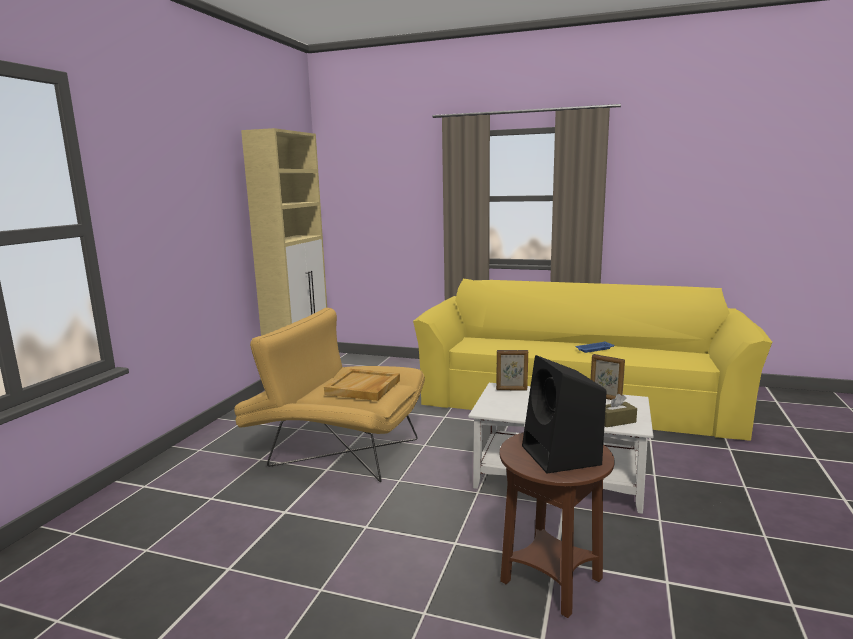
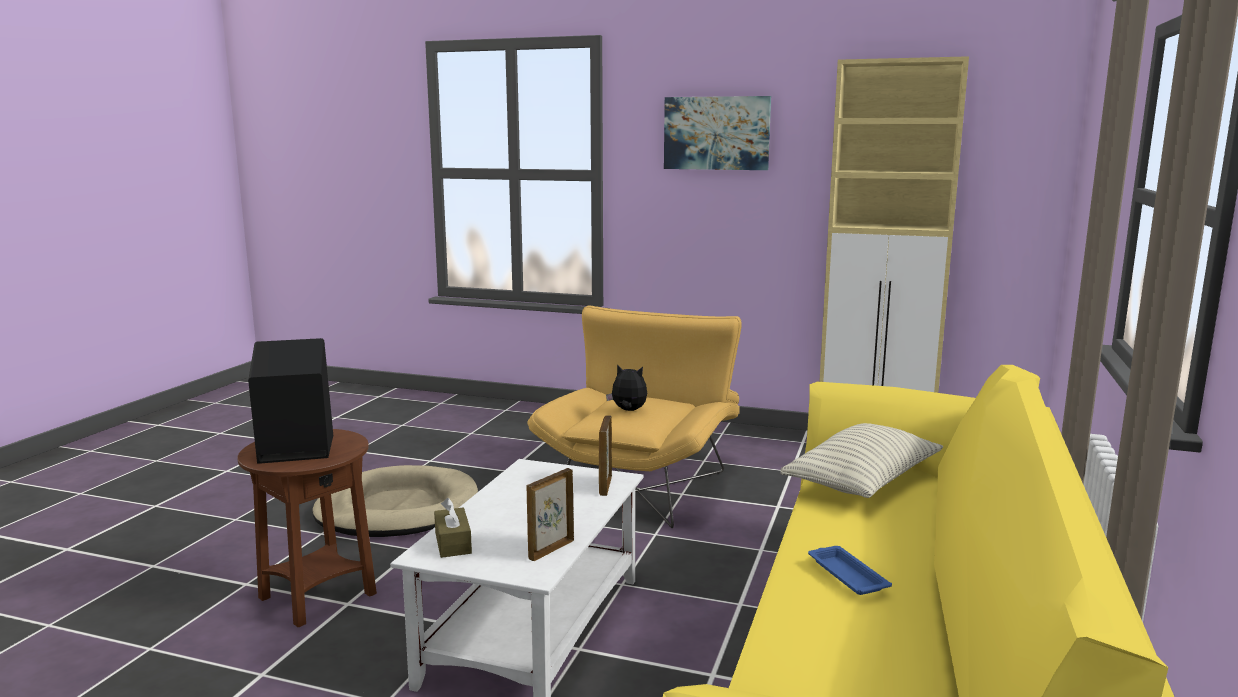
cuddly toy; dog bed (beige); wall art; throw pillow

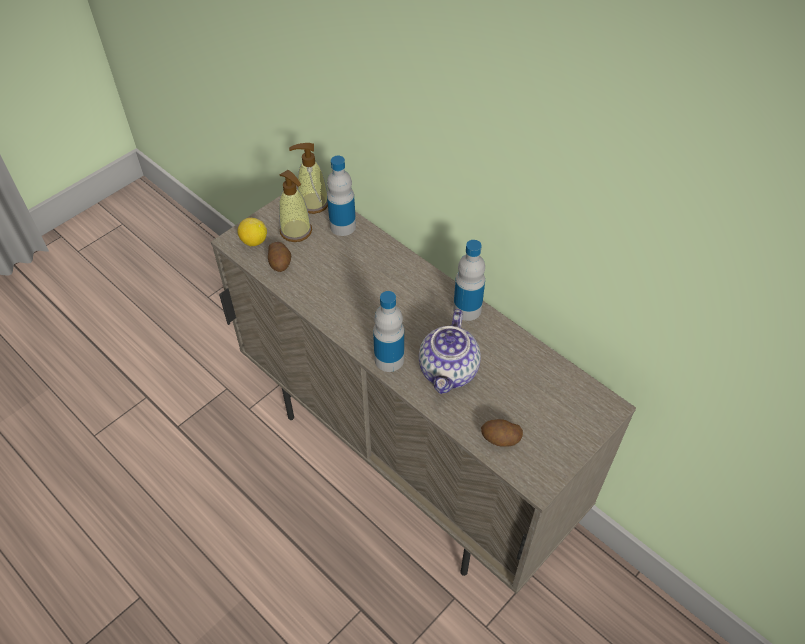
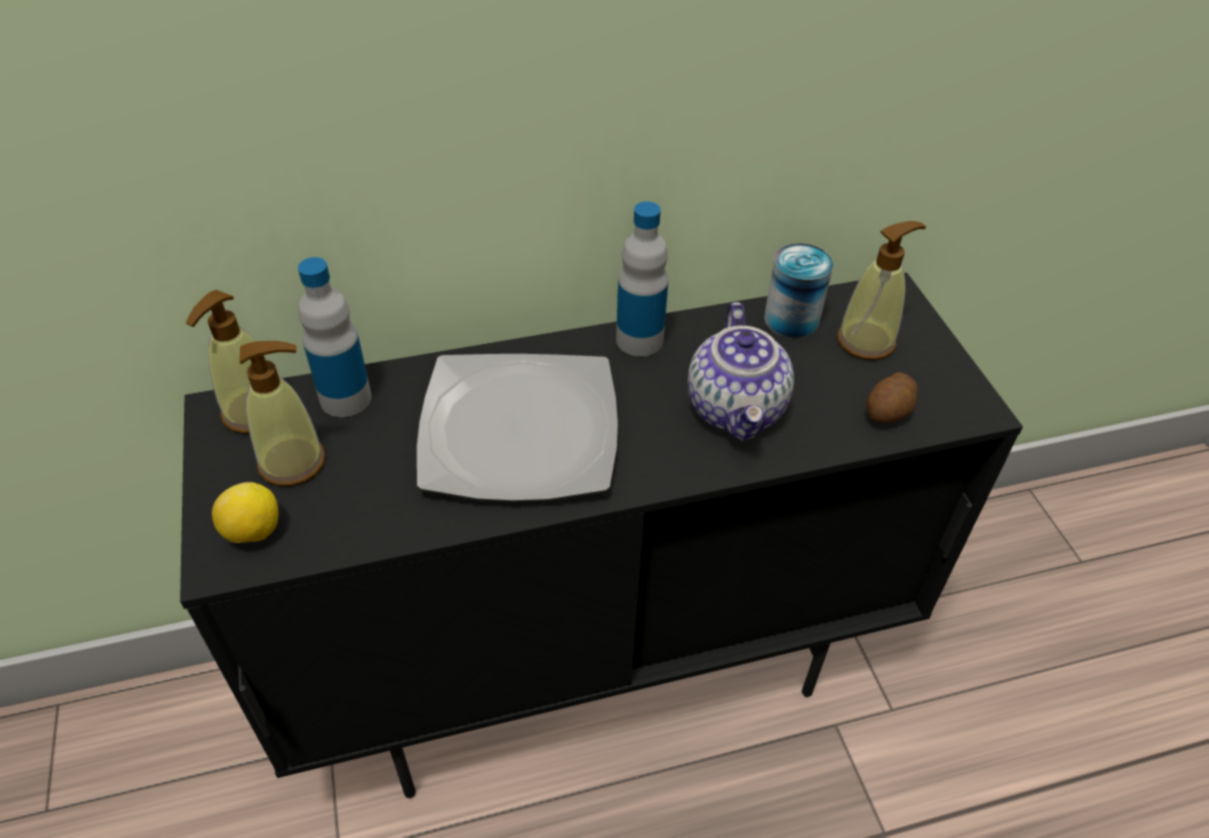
cabinet (black); potato (no. 1 from left in the first image); bottle (no. 2 from left in the first image); teapot; flat dish; metal can; liquid soap bottle (no. 3 from left)

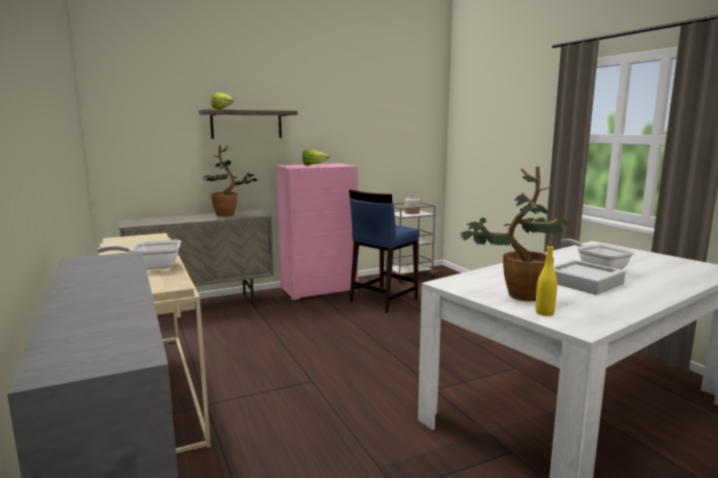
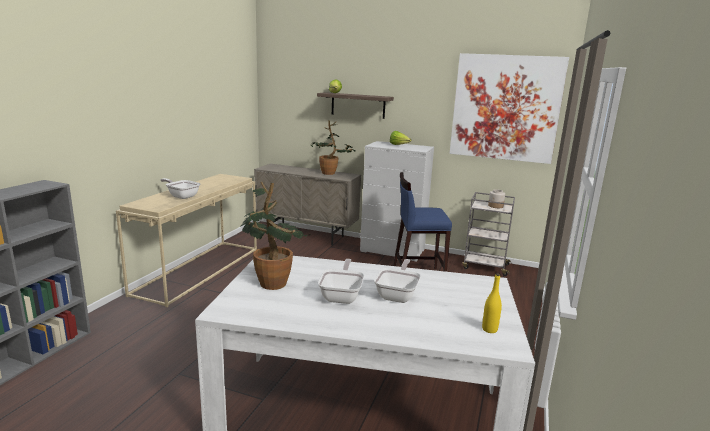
drawer chest (white); bottle (yellow-coloured); frying pan (no. 2 from left); wall art

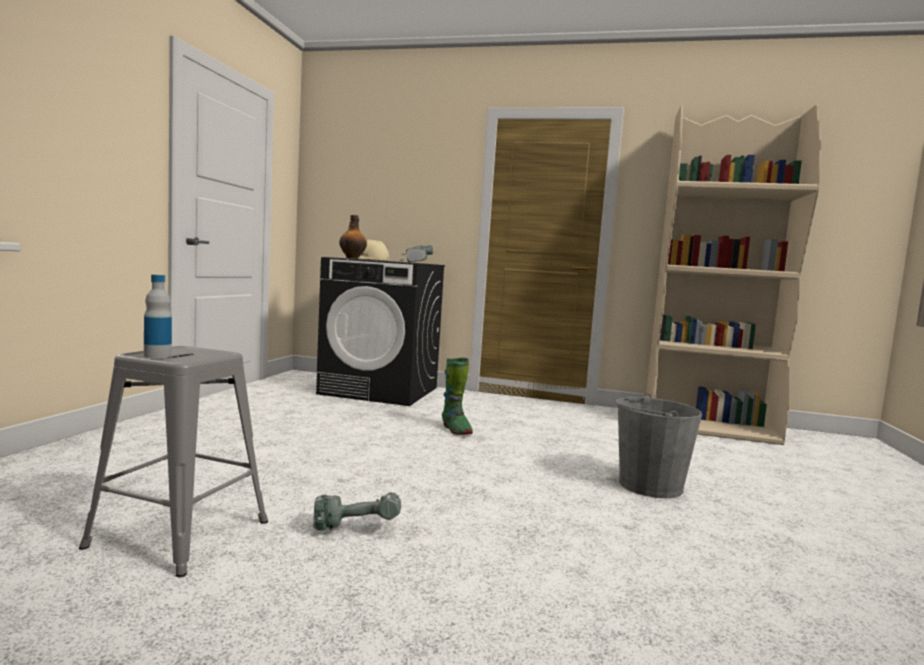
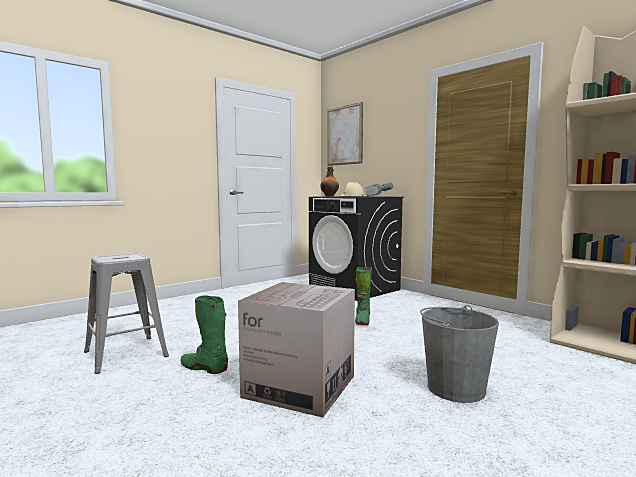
bottle (no. 1 from left in the first image); boot (green-coloured) (no. 1 from left); carton; wall art

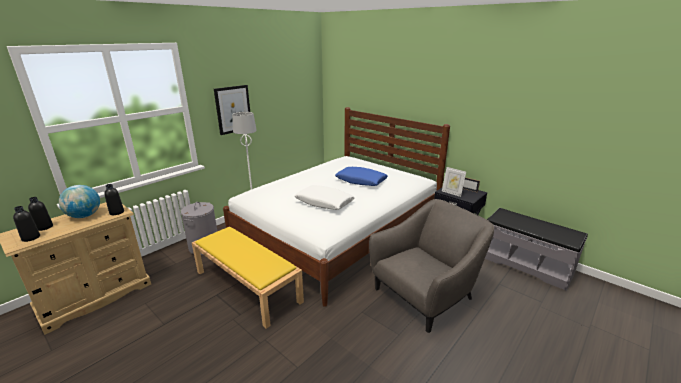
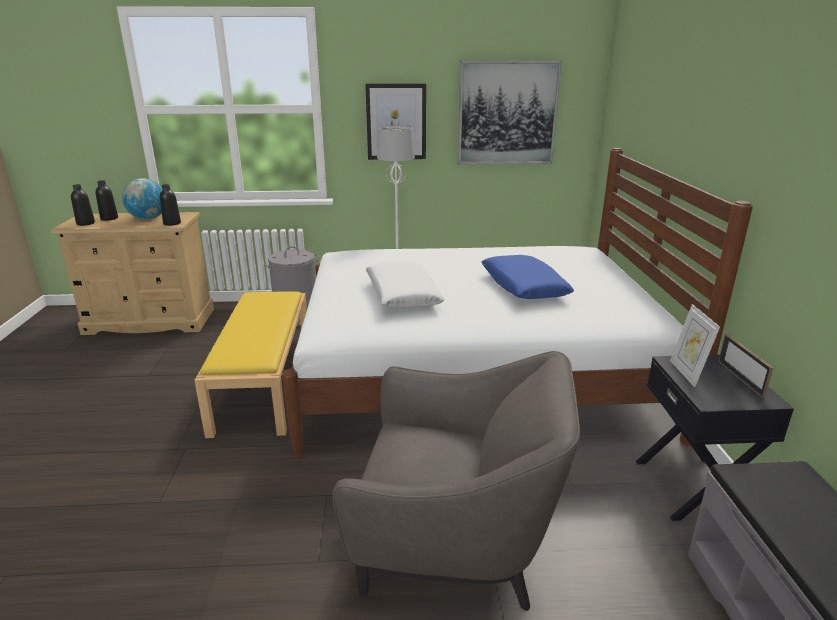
wall art (no. 2 from left)

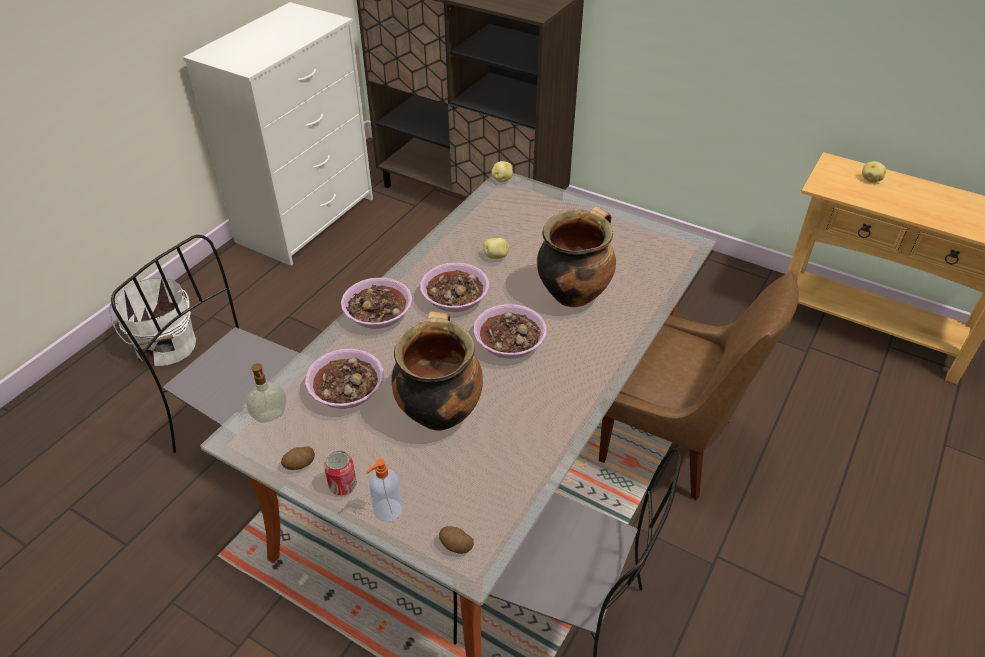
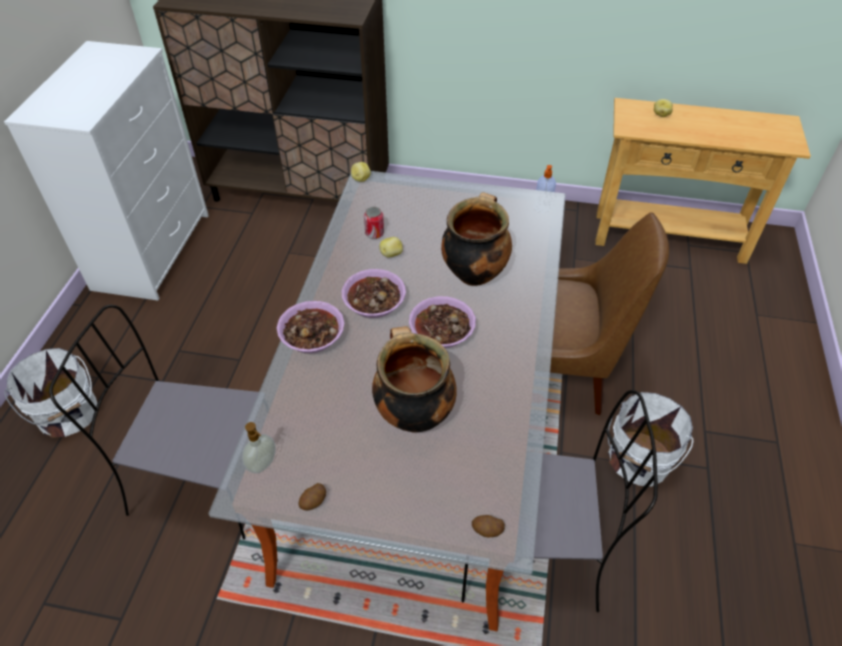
serving bowl (no. 1 from left in the first image); metal can; liquid soap bottle (no. 2 from left); bucket (white) (no. 2 from left)

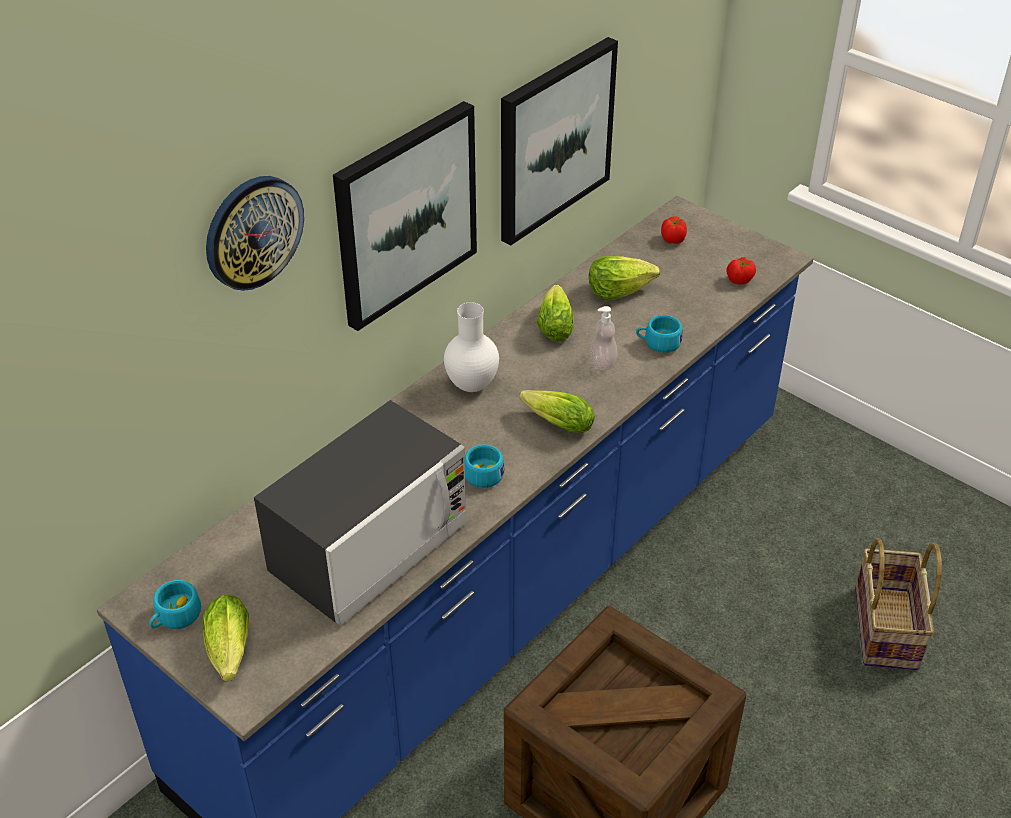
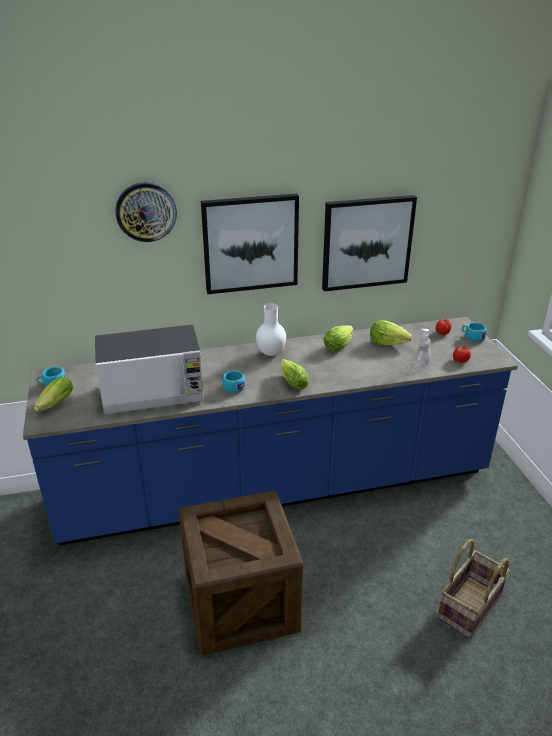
liquid soap bottle; small cup (turquoise) (no. 3 from left)

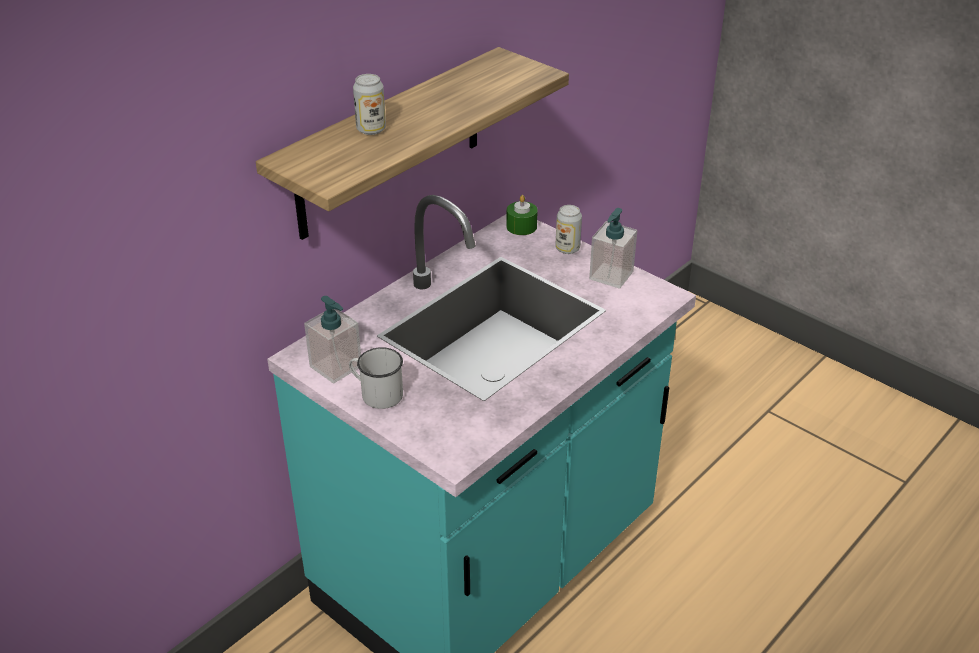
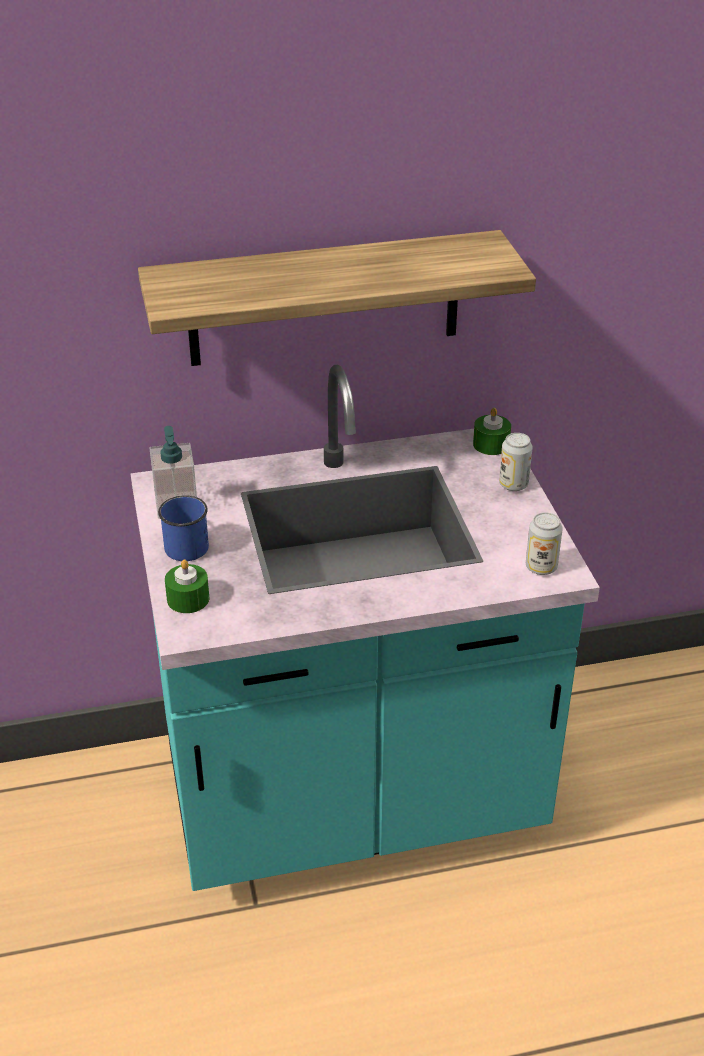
mug (blue-coloured); metal can (no. 2 from left); liquid soap bottle (no. 2 from left in the first image); wax light (green-coloured) (no. 1 from left)

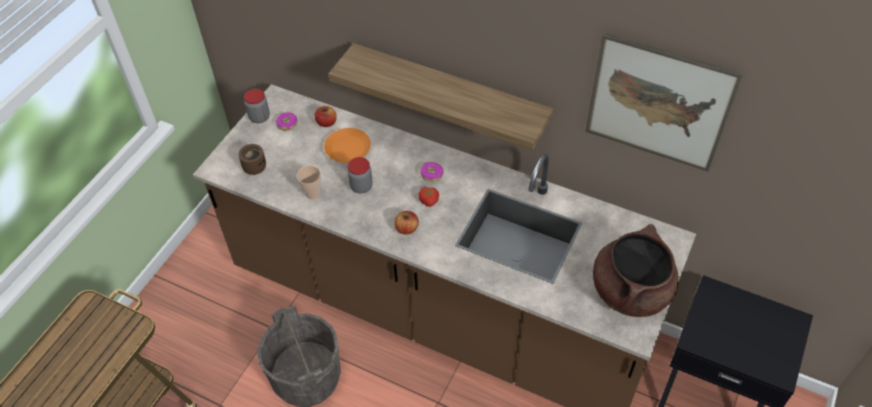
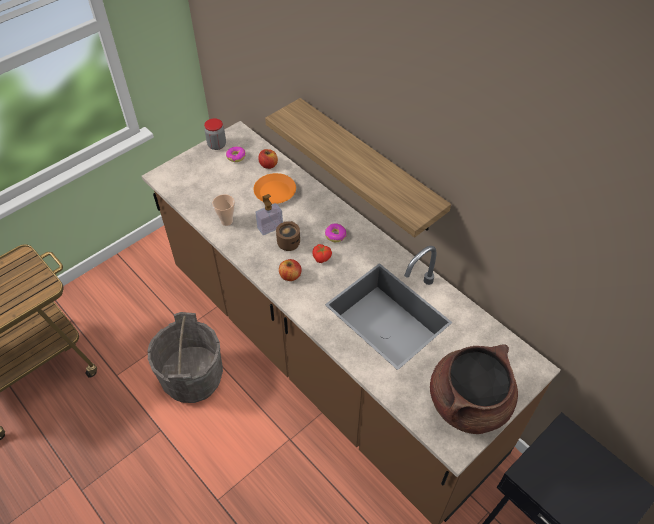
mug (brown); liquid soap bottle; wall art

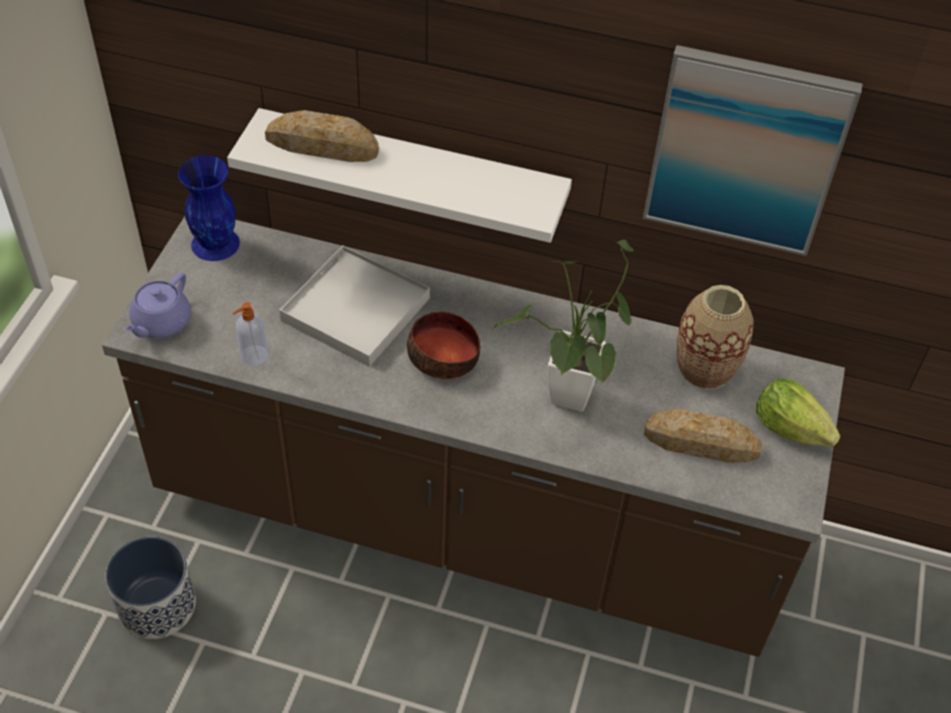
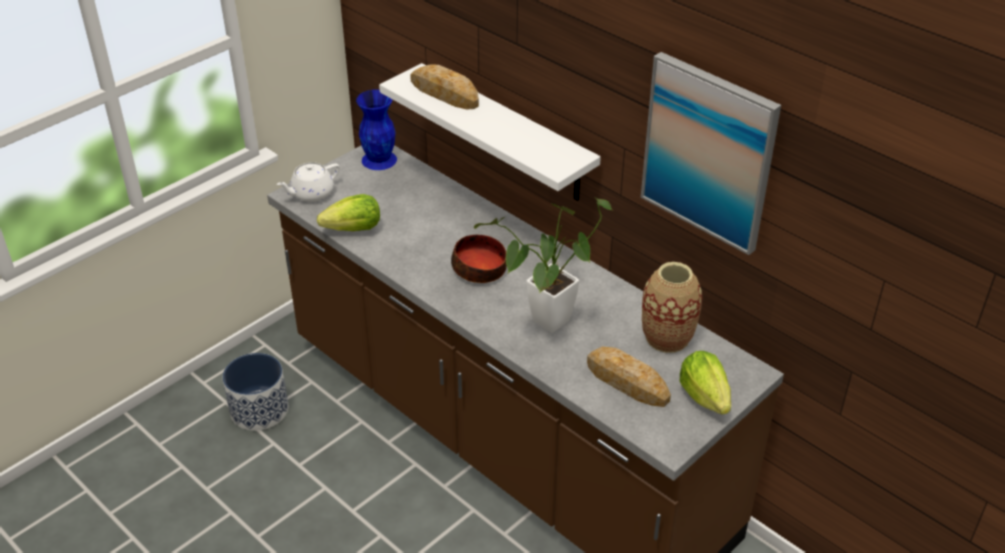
teapot (white); lettuce (no. 1 from left); carrying tray (white)

